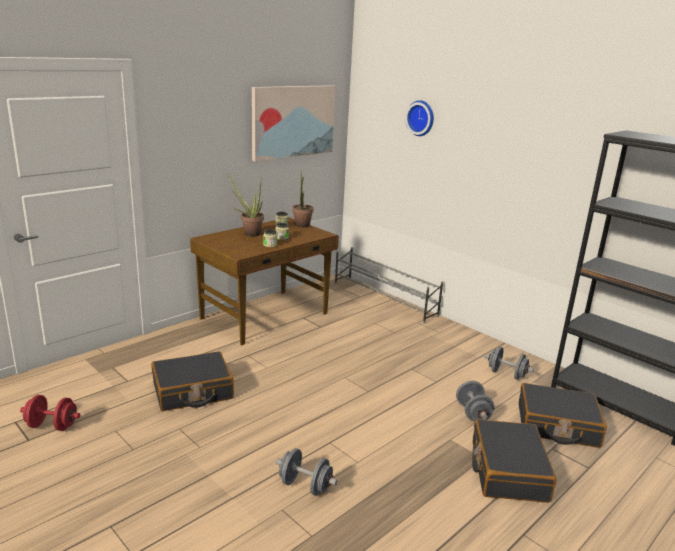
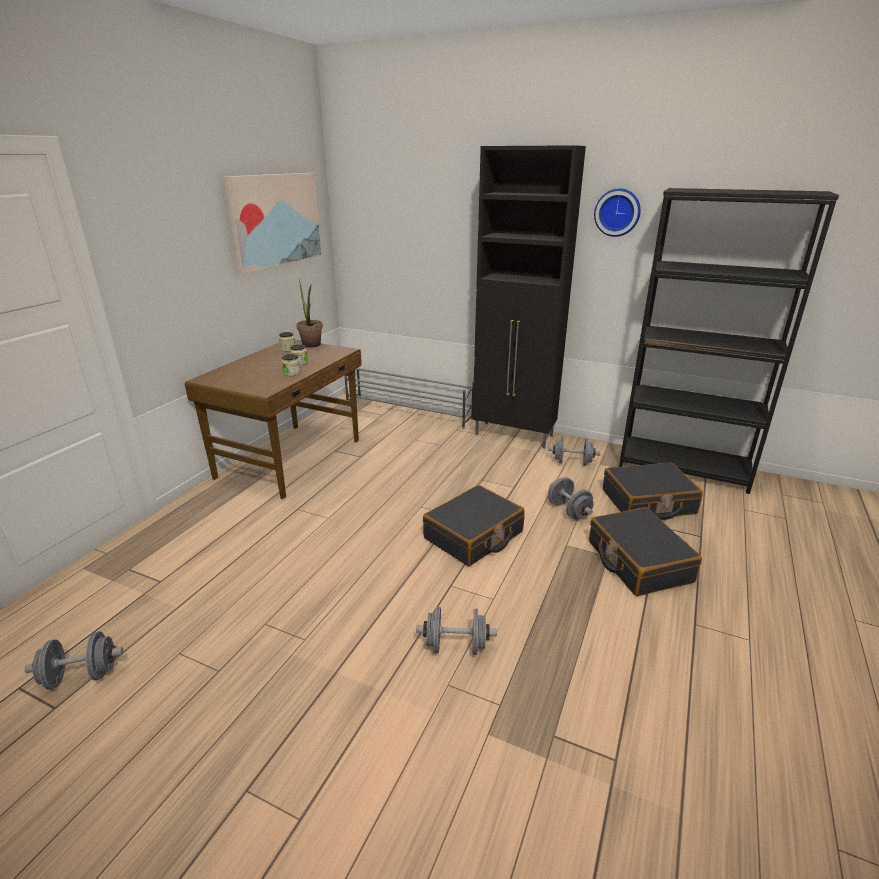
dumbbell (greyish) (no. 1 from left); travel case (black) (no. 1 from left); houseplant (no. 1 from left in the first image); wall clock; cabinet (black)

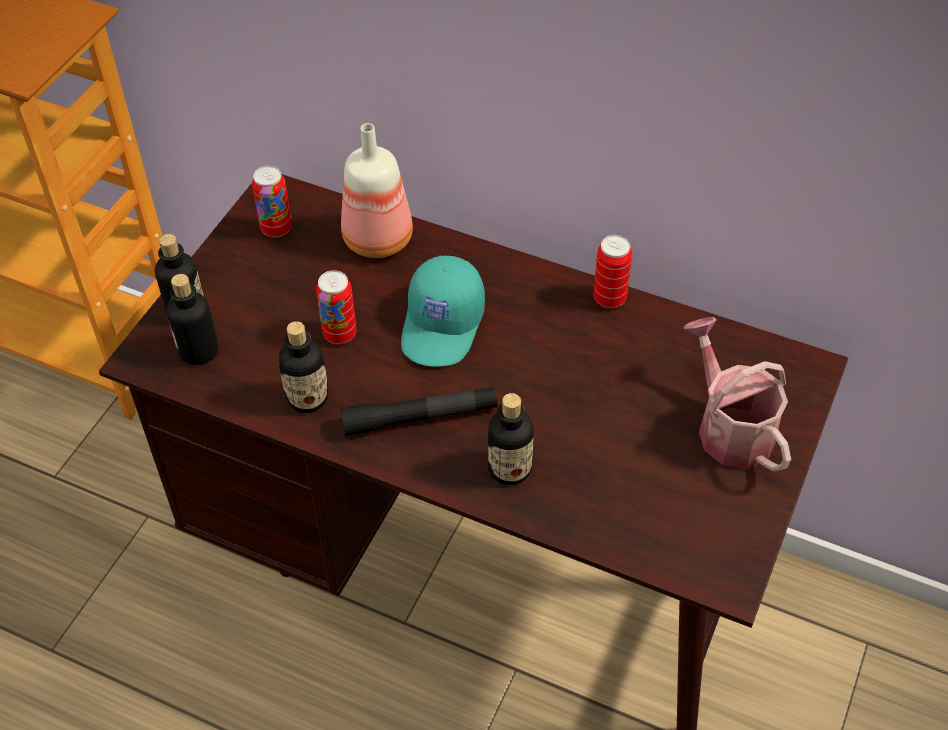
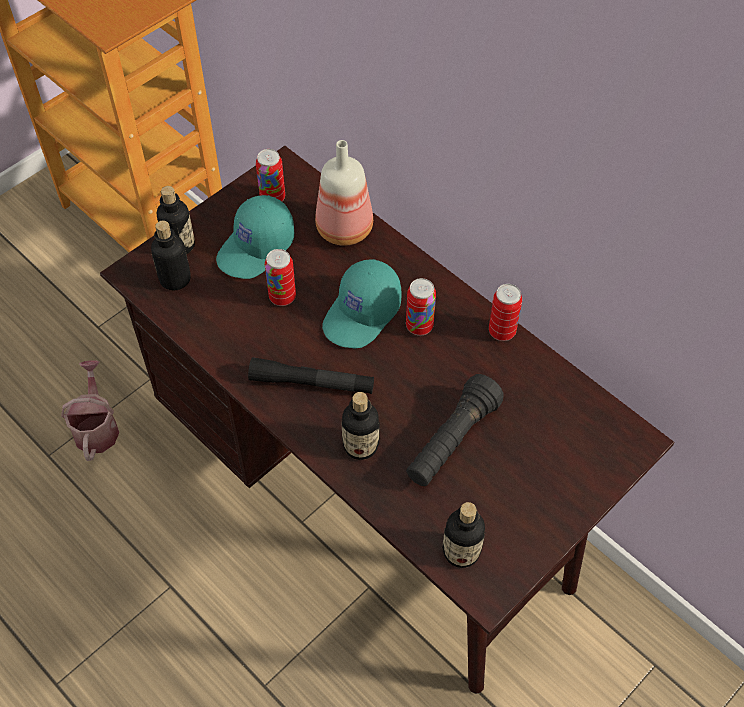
bottle (no. 5 from left); sprinkling can; peaked cap (turquoise) (no. 1 from left); metal can (no. 3 from left); flashlight (black) (no. 2 from left)

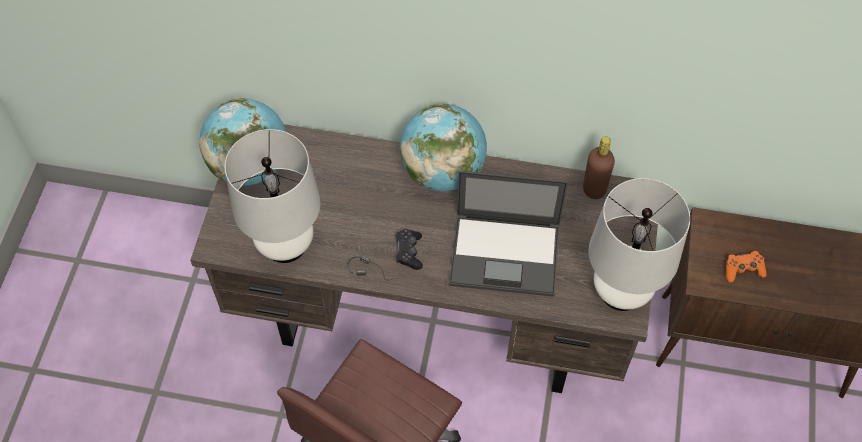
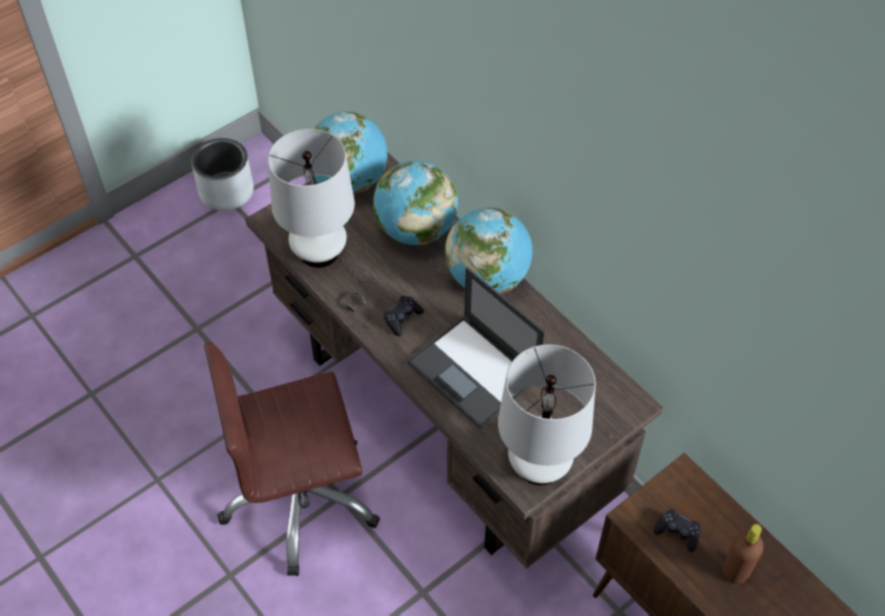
bottle (brown); joypad (black) (no. 2 from left); planter (greyish); desk globe (no. 2 from left)

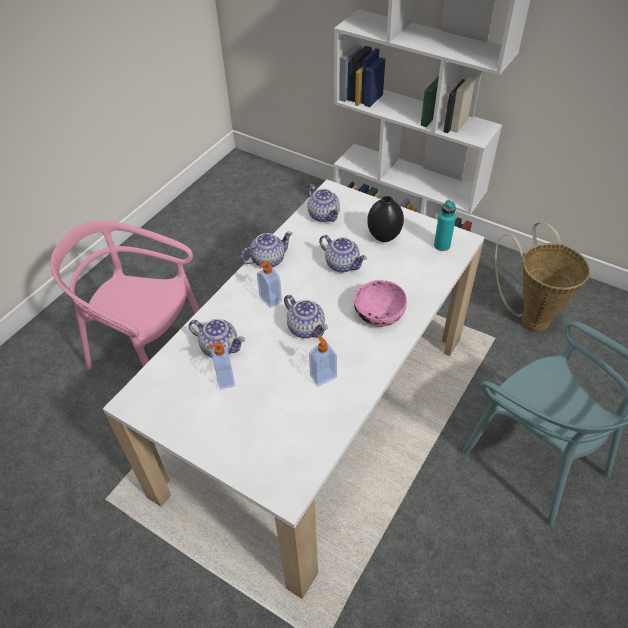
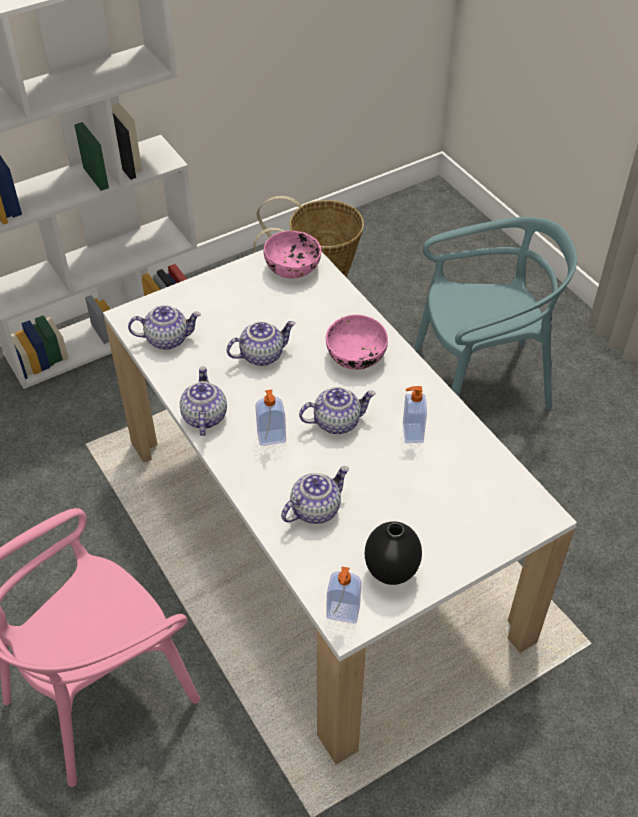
liquid soap bottle (no. 2 from left); flower vase (black); serving bowl (pinkish) (no. 1 from left)

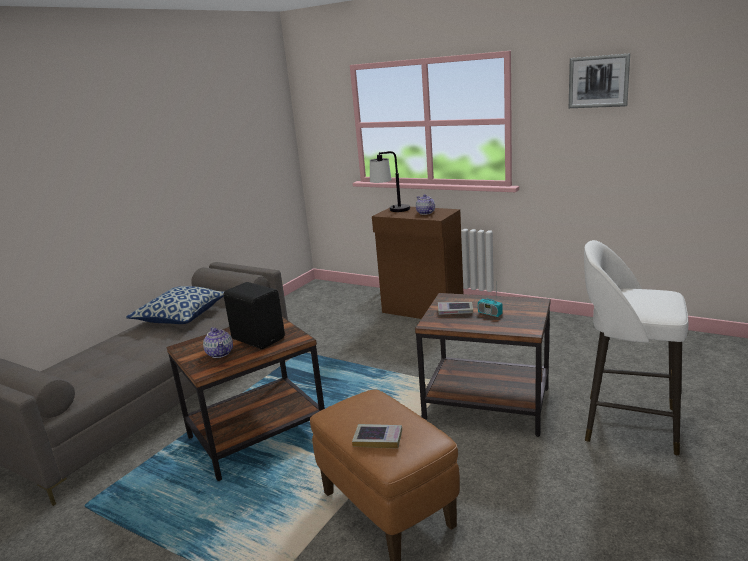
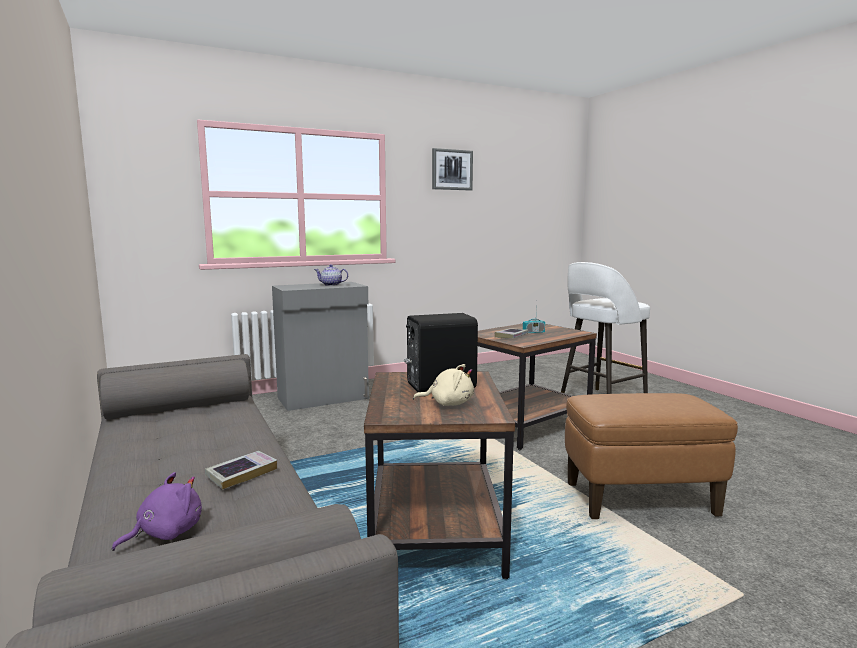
throw pillow; cuddly toy (beige); volume (no. 1 from left); lamp for a table; cabinet (greyish); cuddly toy (purplish)

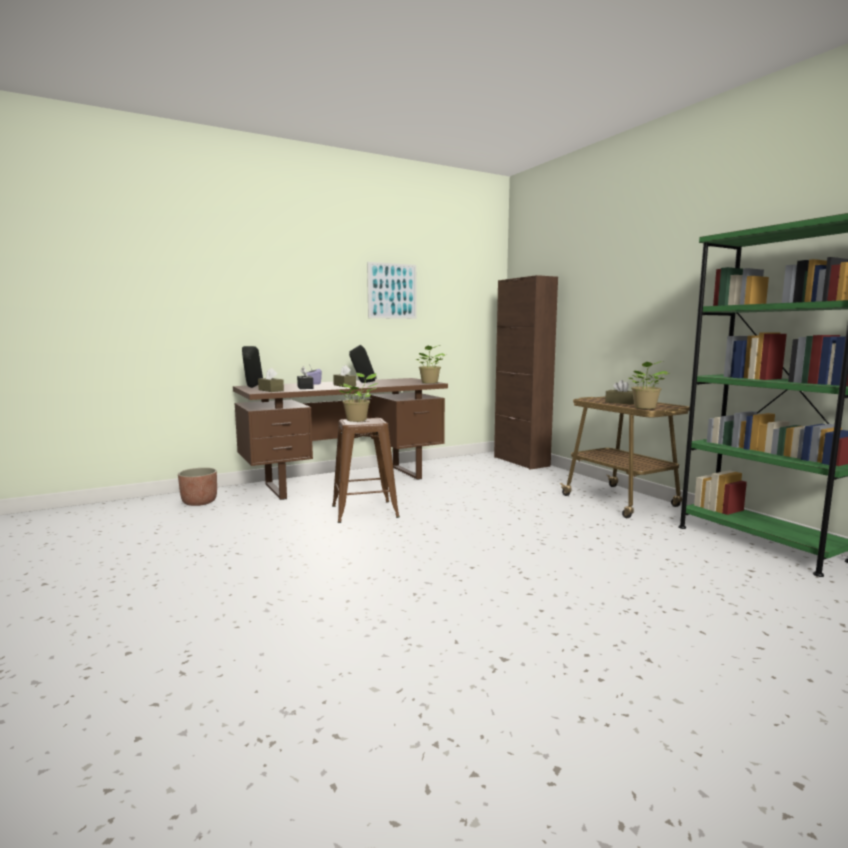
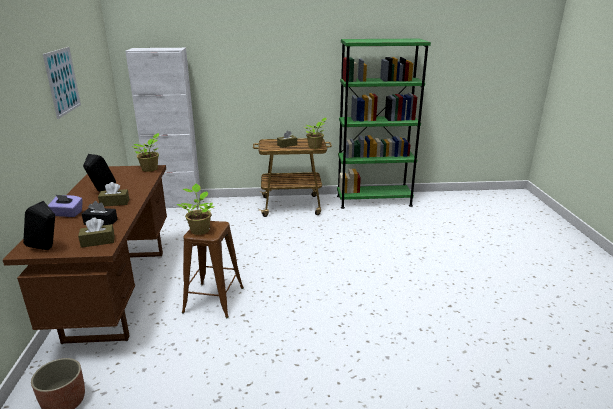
cabinet (white)

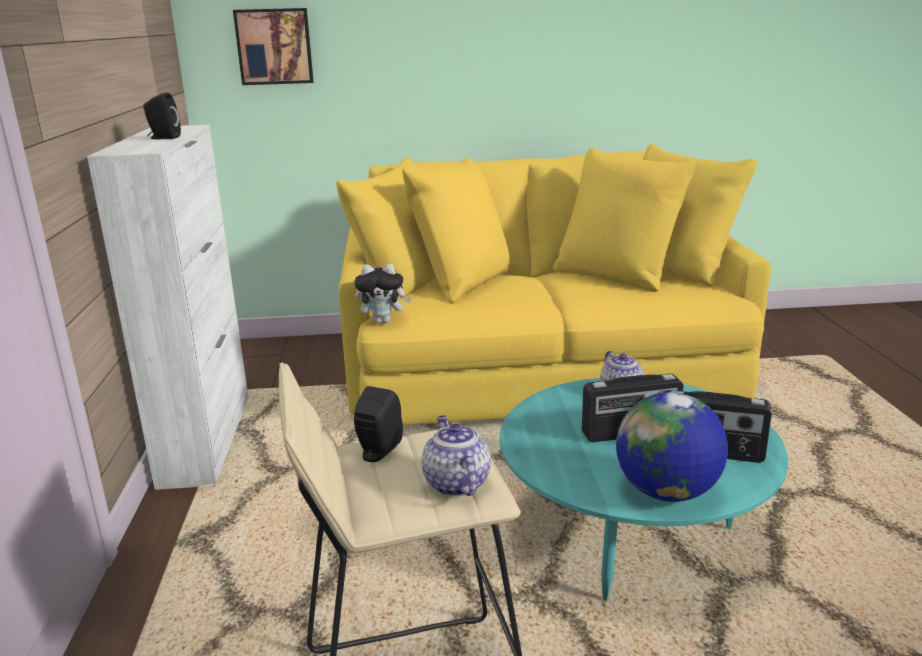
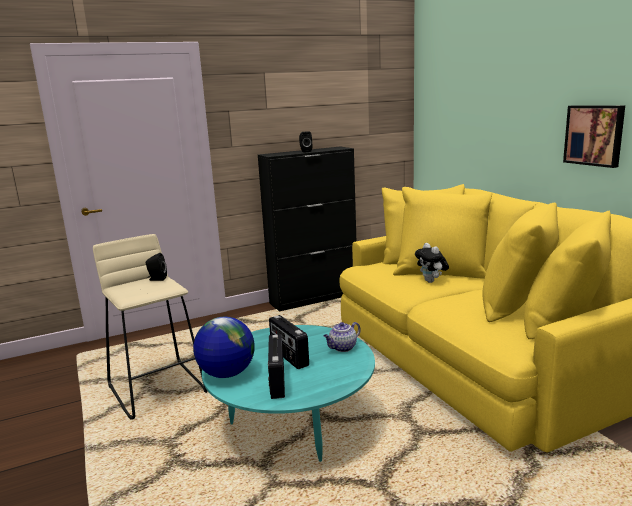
cabinet (black); wall art; cuddly toy; teapot (no. 1 from left in the first image)

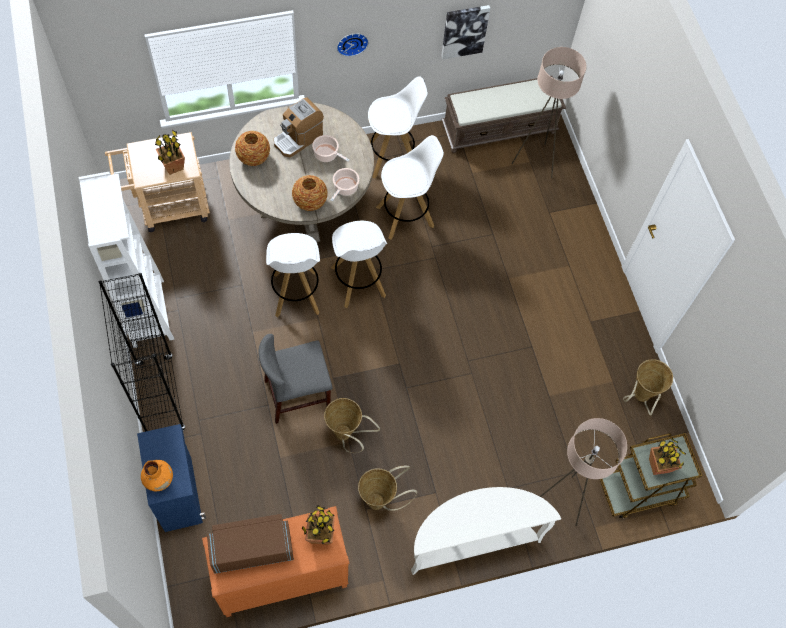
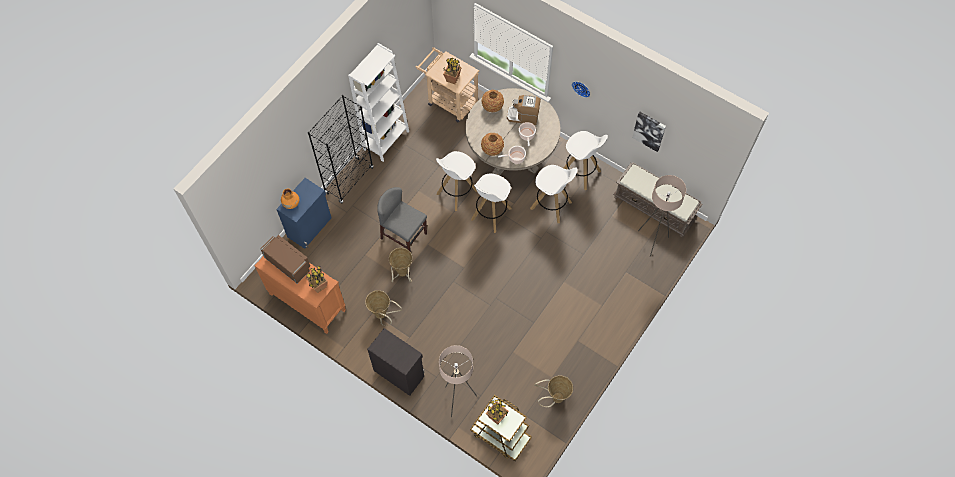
cabinet (black)

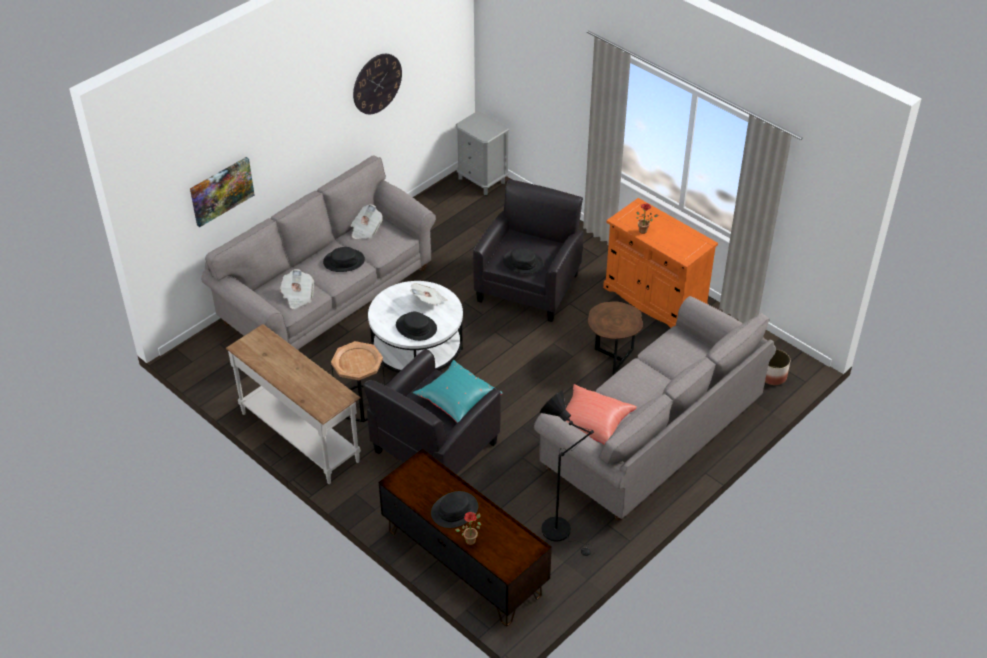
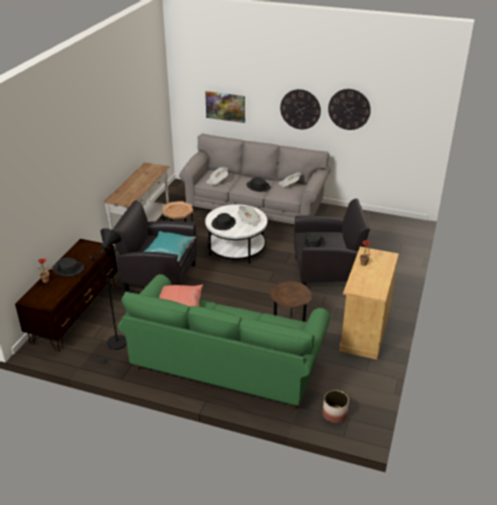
night table (greyish); couch (green-coloured); cabinet (beige); wall clock (no. 1 from left)

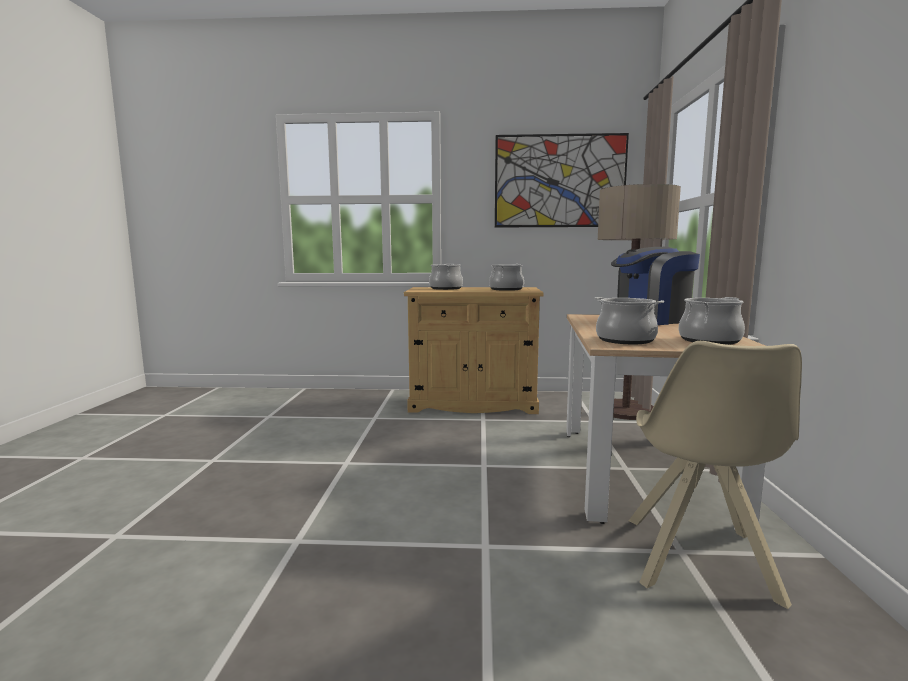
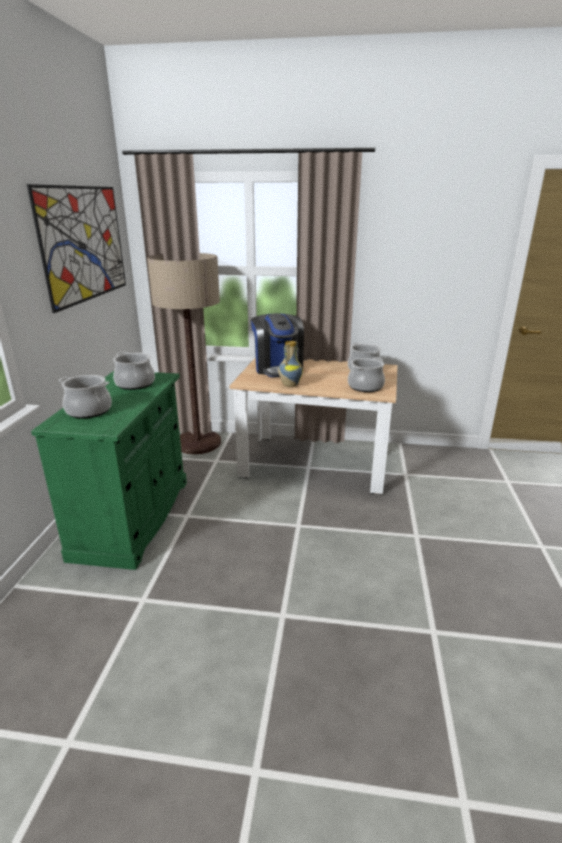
cabinet (green-coloured); plain chair (beige); flower vase

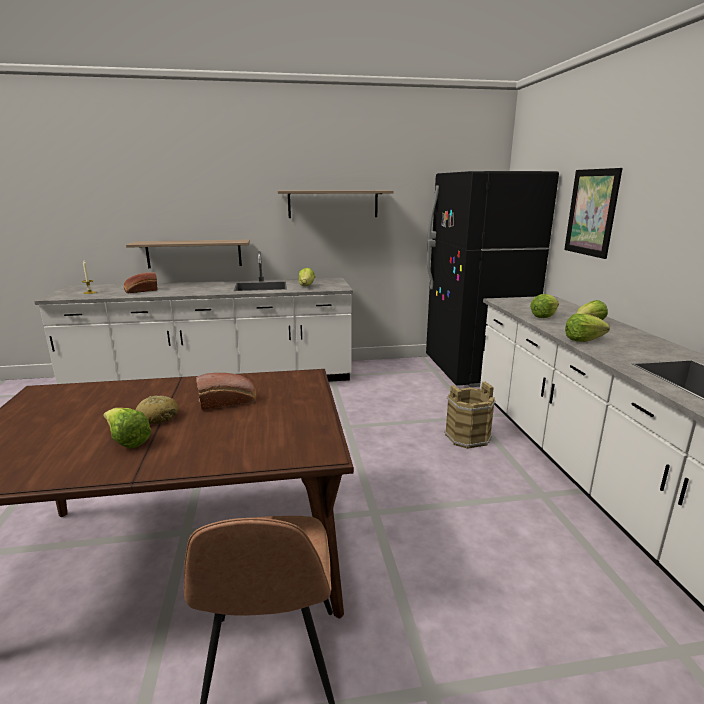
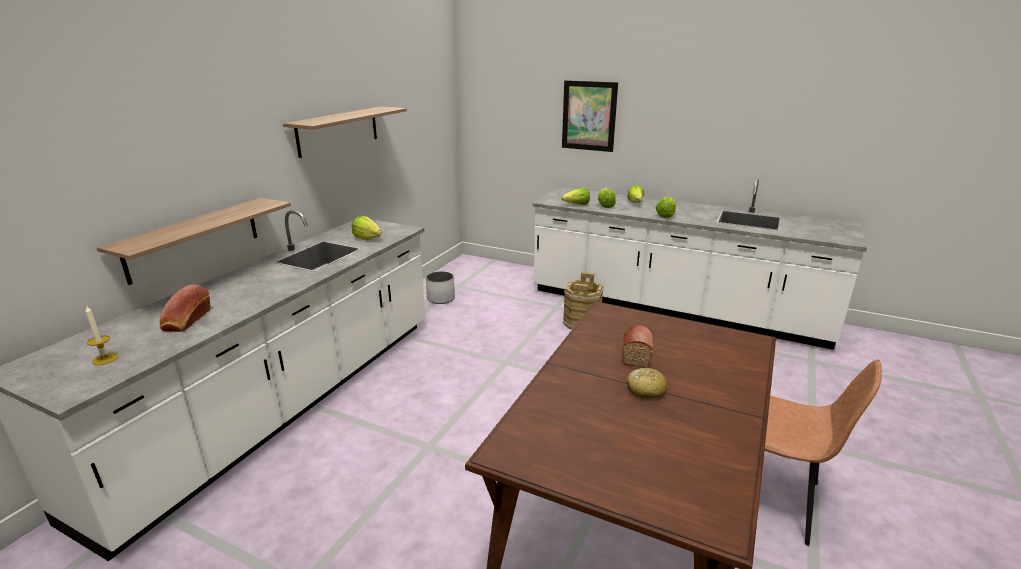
lettuce (no. 2 from left); fridge (black); planter (white)

